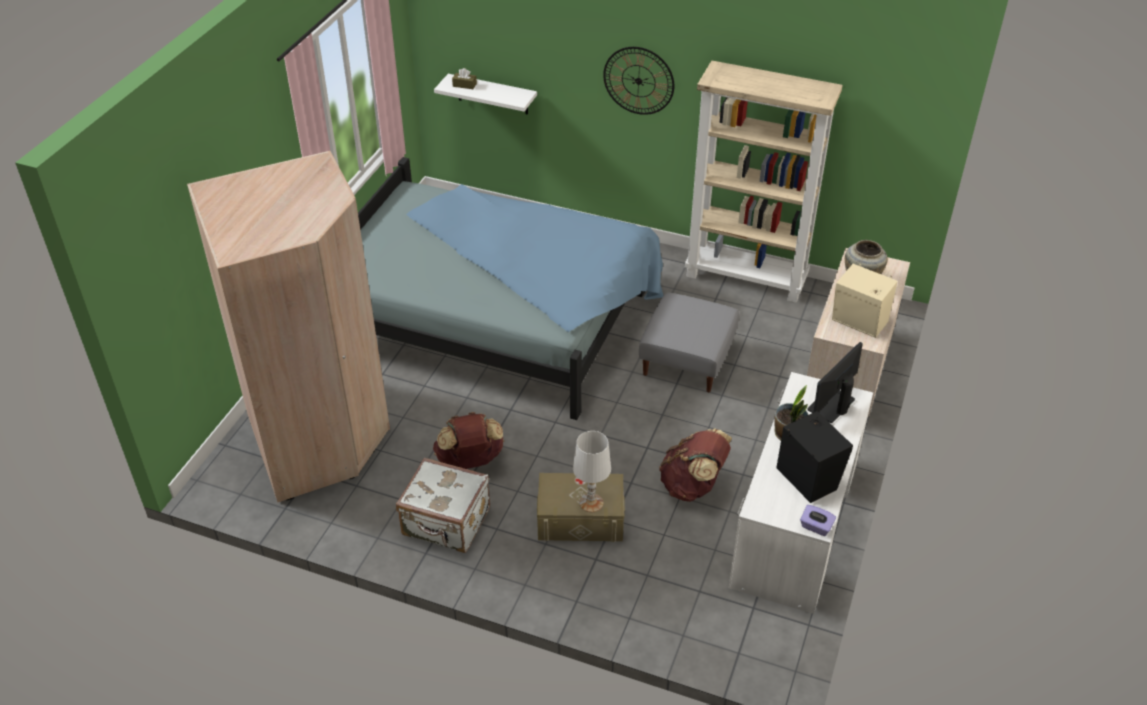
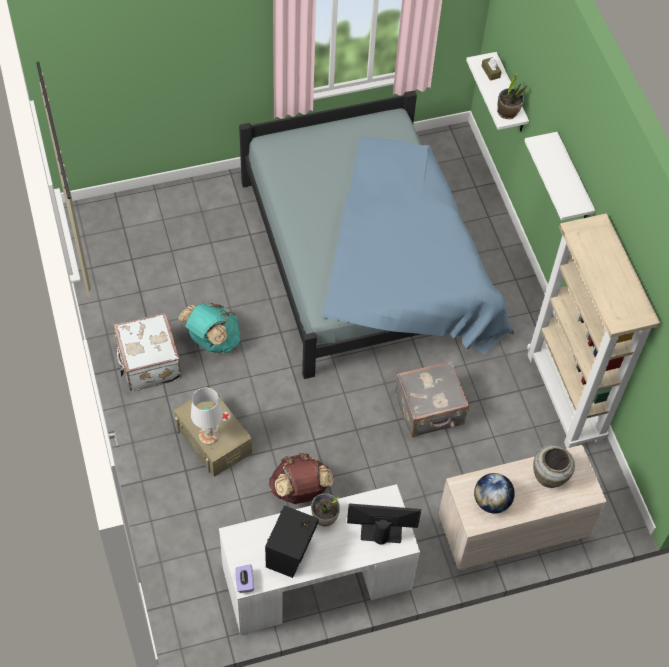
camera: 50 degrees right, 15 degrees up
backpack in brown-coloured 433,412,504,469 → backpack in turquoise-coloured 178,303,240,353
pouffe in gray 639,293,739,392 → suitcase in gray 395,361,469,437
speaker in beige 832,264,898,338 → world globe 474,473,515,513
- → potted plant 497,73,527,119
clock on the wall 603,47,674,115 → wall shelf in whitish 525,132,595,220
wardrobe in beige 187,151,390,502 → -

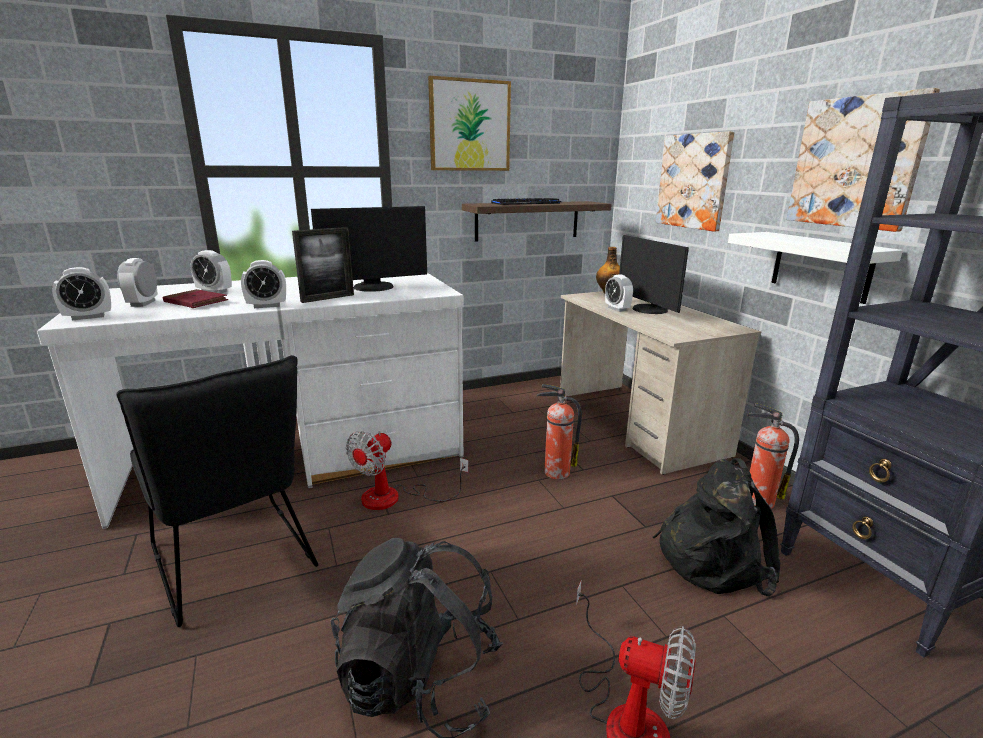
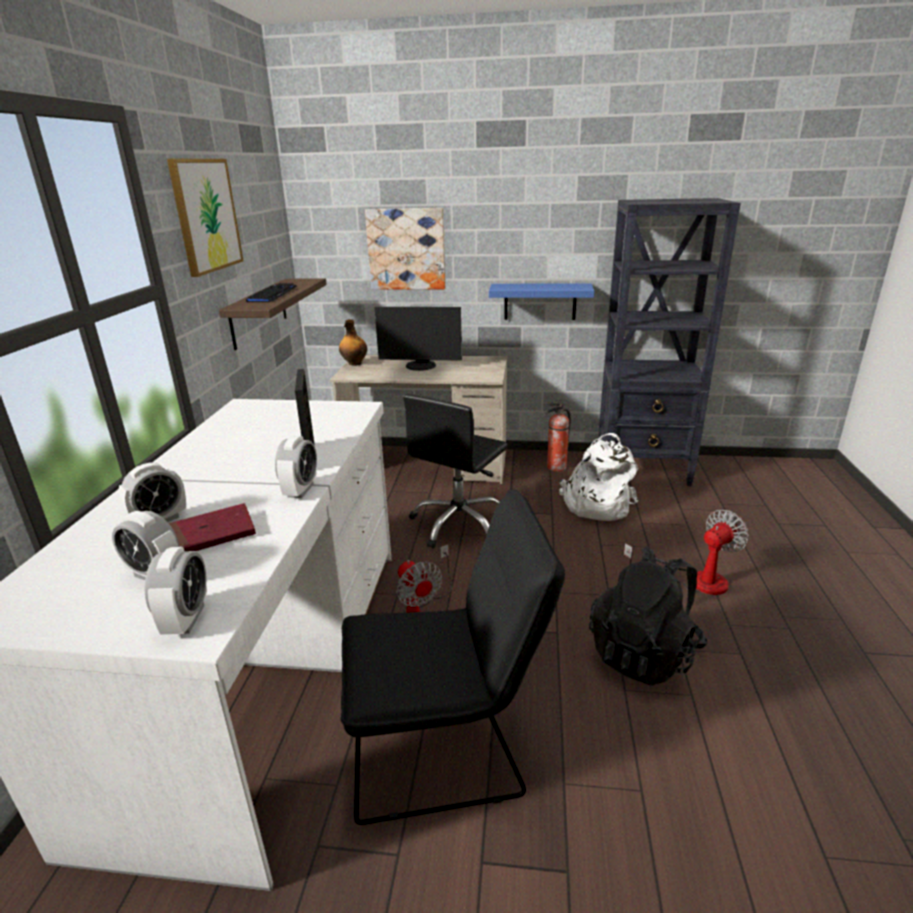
camera: 60 degrees left, 5 degrees up
fire-fighting cylinder 537,384,582,480 → office chair in black-coloured 403,394,508,549
wall shelf in whitish 728,232,903,304 → wall shelf in blue-coloured 489,283,594,320
backpack in black-coloured 653,458,780,596 → backpack in whitish 559,433,639,521
computer display 311,206,427,292 → -
alarm clock 605,274,633,312 → -
wall art 786,88,940,232 → -

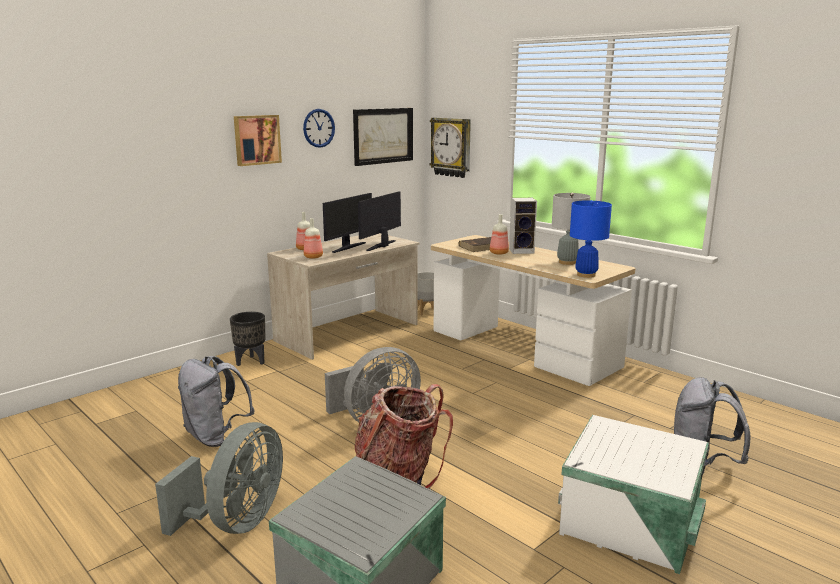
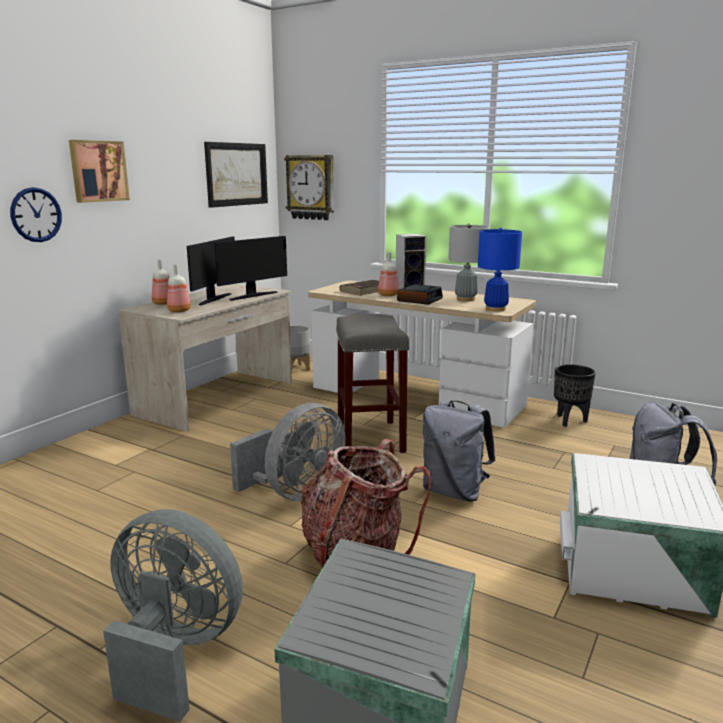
camera: 15 degrees left, 0 degrees up
clock on the wall 303,109,335,148 → clock on the wall 10,187,62,242, move
cooling fan in gray 155,422,283,536 → cooling fan in gray 103,509,243,722, 75 degrees counterclockwise
computer display 358,192,401,251 → computer display 214,236,287,301, 150 degrees counterclockwise
- → stool in gray 336,314,410,453
- → alarm clock 397,284,443,305
backpack in gray 178,356,255,447 → backpack in gray 423,400,495,502, move
flower pot in black-coloured 230,312,266,366 → flower pot in black-coloured 554,364,596,426, move

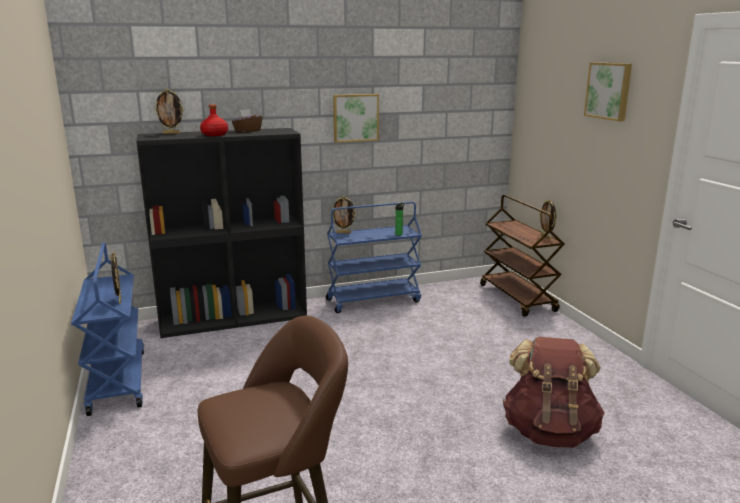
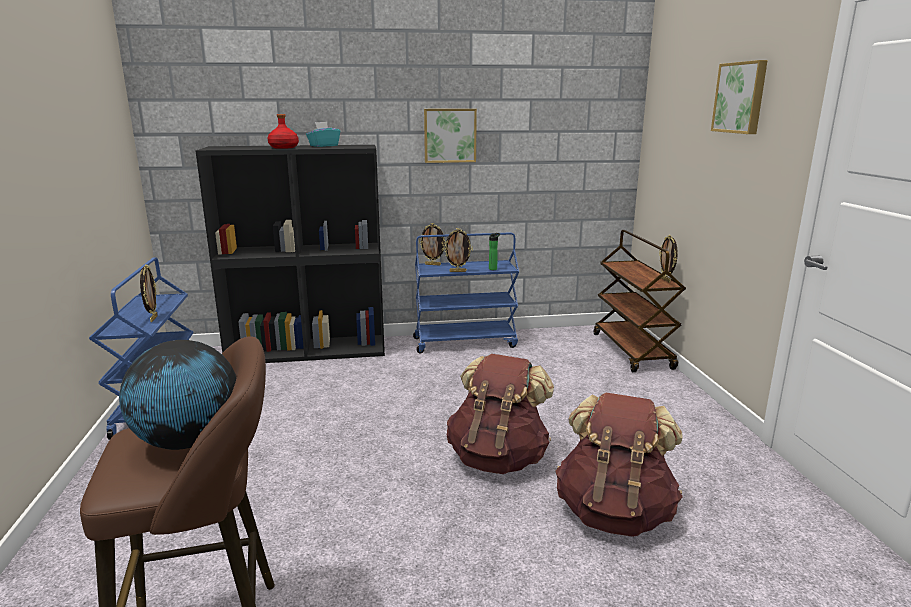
camera: 10 degrees right, 0 degrees up
- → world globe 119,340,236,450
tissue box in brown-coloured 232,109,263,133 → tissue box in turquoise-coloured 306,122,340,147
standing frame 154,89,184,134 → standing frame 443,228,473,272, move
- → backpack in brown-coloured 447,354,554,474

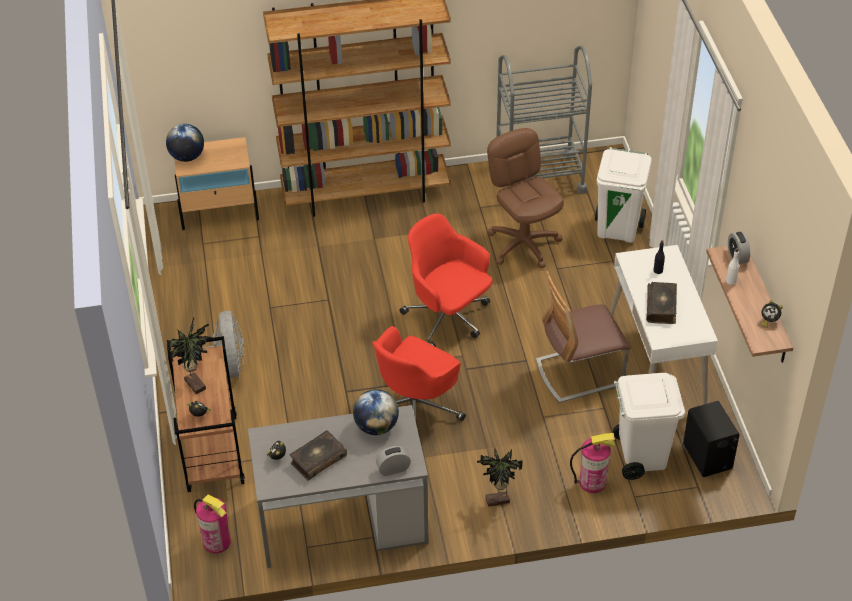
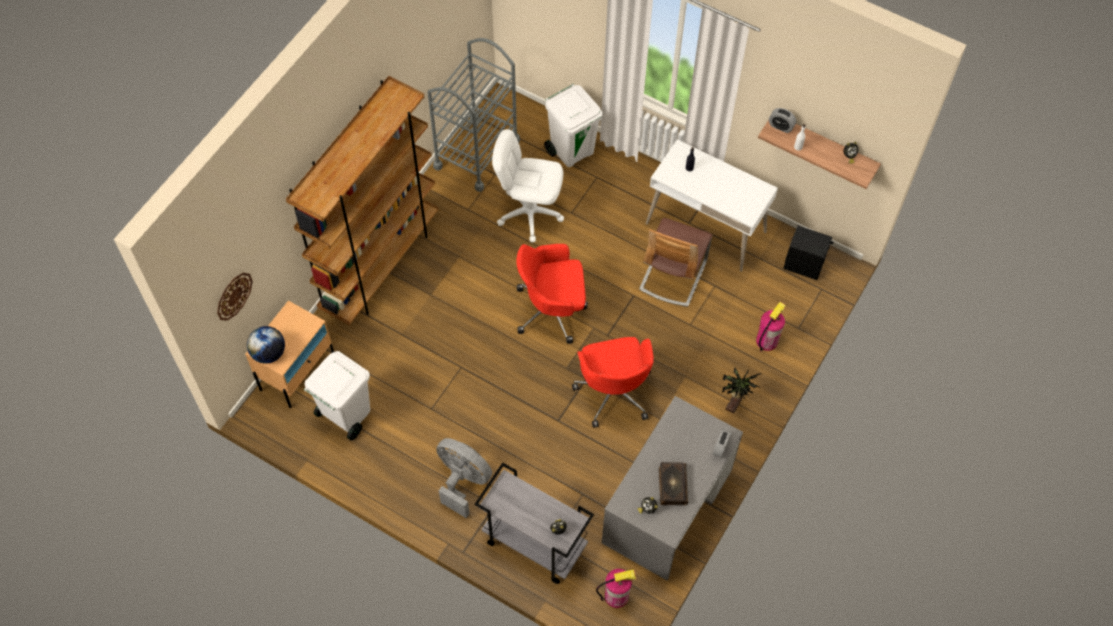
camera: 50 degrees left, 15 degrees up
- → clock on the wall 217,273,253,321
trash can in whitish 613,373,685,480 → trash can in whitish 304,351,370,441, move
cart in brown-coloured 167,336,245,492 → cart in gray 475,462,594,584
office chair in brown-coloured 487,128,564,268 → office chair in whitish 492,129,564,242
potted plant 167,317,212,394 → -
world globe 353,389,399,435 → -
bound book 646,282,677,324 → -

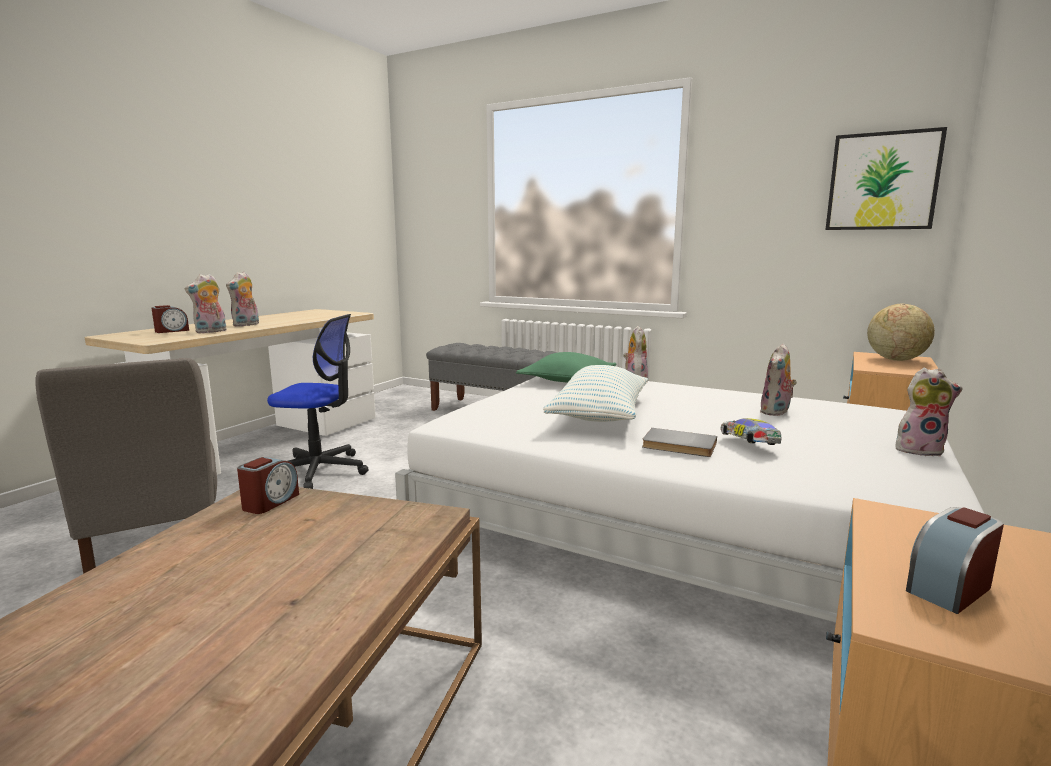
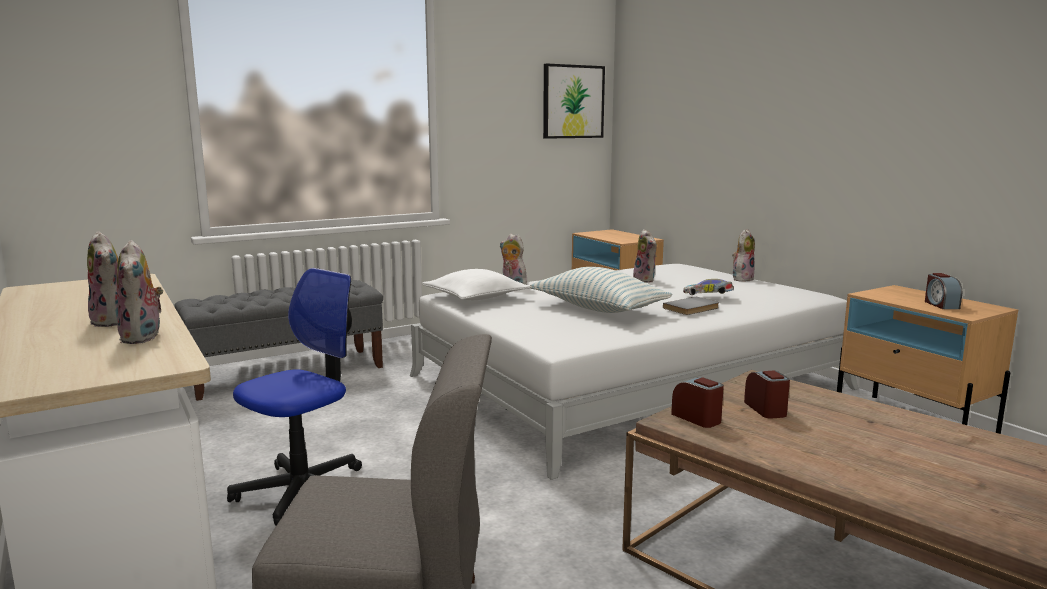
camera: 60 degrees left, 0 degrees up
cushion in greenish 516,352,617,383 → cushion in whitish 422,269,530,300
alarm clock 152,305,189,333 → alarm clock 744,370,790,419, move
world globe 867,304,935,361 → -

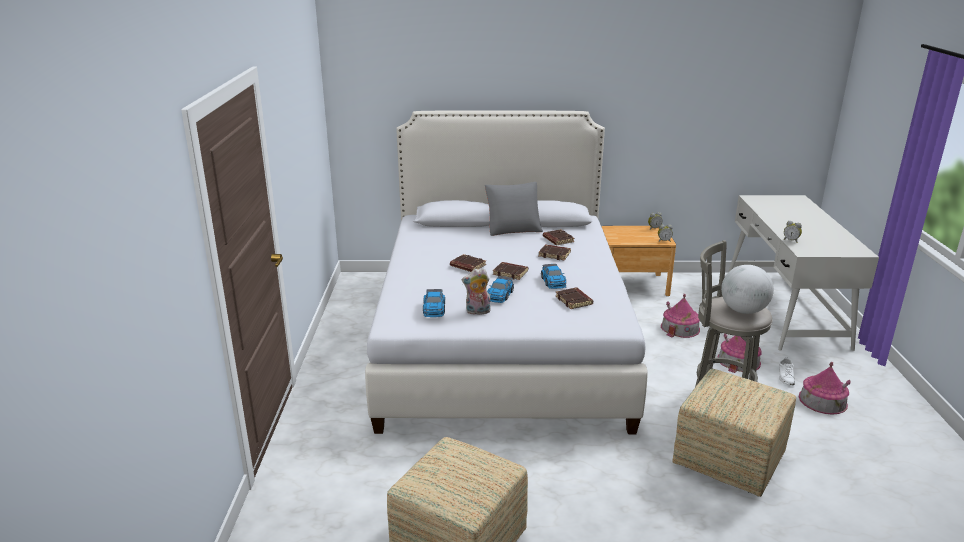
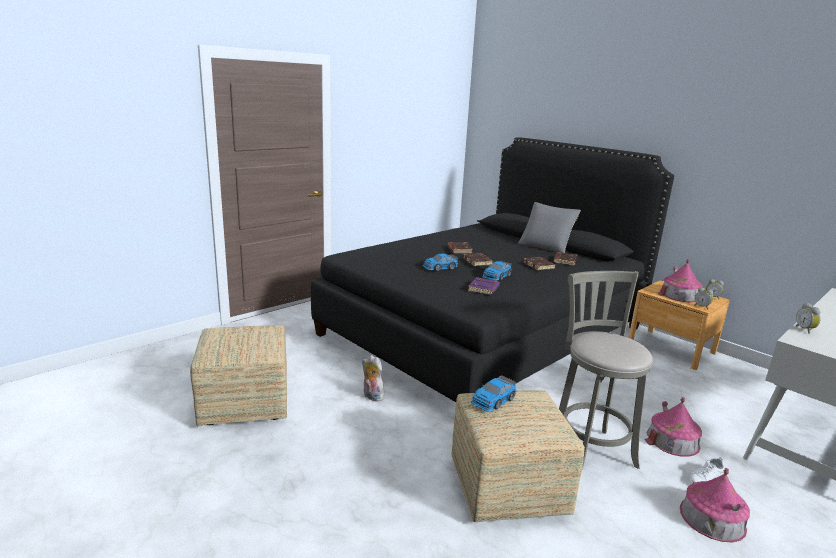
camera: 45 degrees right, 5 degrees down
bedroom bed in whitish 365,111,648,434 → bedroom bed in black-coloured 311,137,674,402
soft toy 462,268,491,315 → soft toy 362,355,384,401, move
bound book in brown-coloured 556,288,593,309 → bound book in purple 468,277,500,295
model car 423,289,445,317 → model car 471,375,517,411, move
miniature house 661,294,700,338 → miniature house 658,259,702,302, move
world globe 721,265,774,314 → -

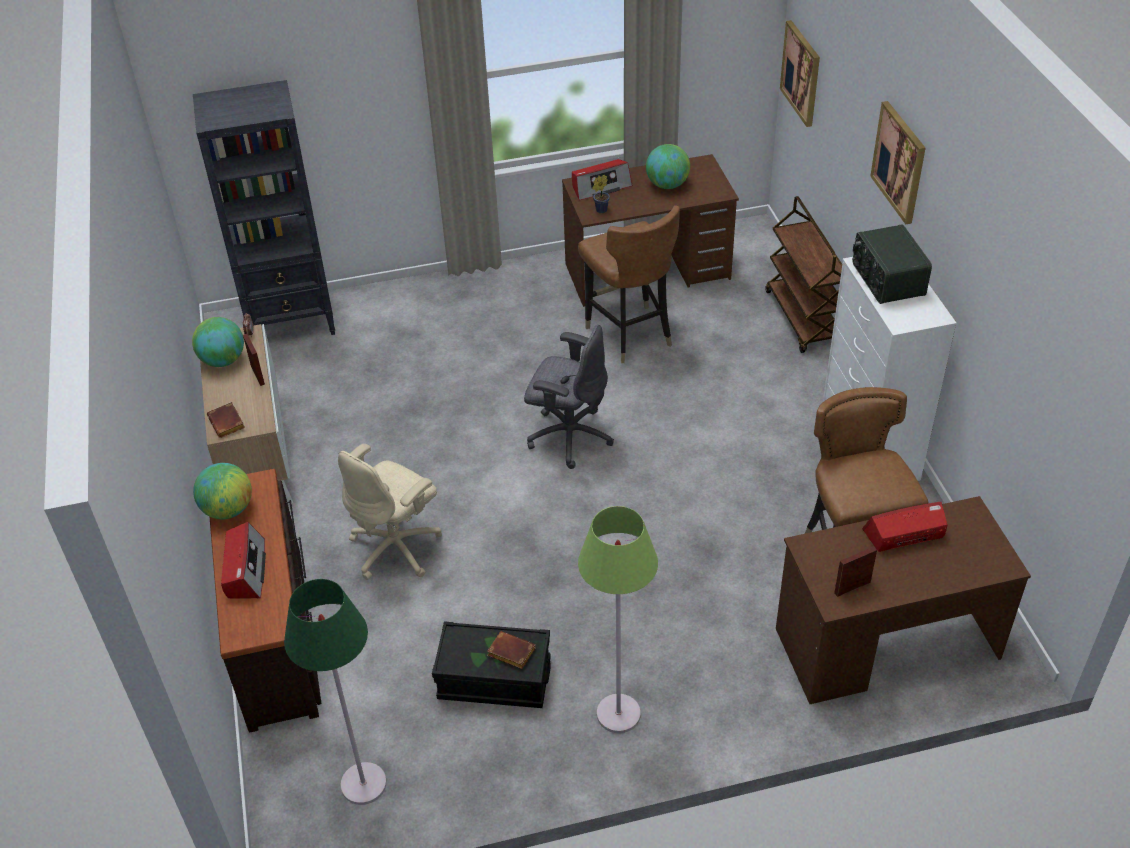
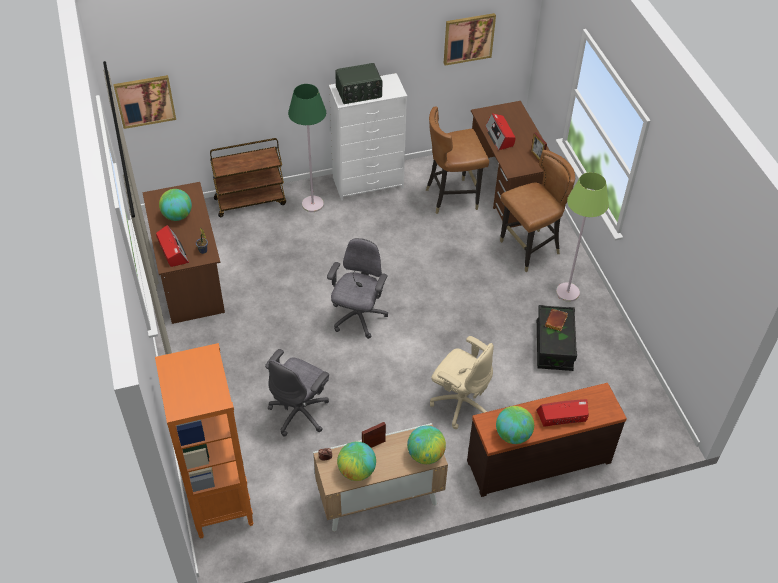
camera: 95 degrees left, 5 degrees up
bookcase in black-coloured 193,80,335,335 → bookcase in orange 155,343,253,539
- → office chair in gray 265,349,329,437
standard lamp in greenish 284,579,387,805 → standard lamp in greenish 288,84,326,212, move
bound book in brown-coloured 207,402,245,438 → world globe 407,425,446,464
wall art 870,101,926,224 → wall art 444,13,496,66, move
chair in brown-coloured 578,205,680,363 → chair in brown-coloured 500,150,575,272, move

